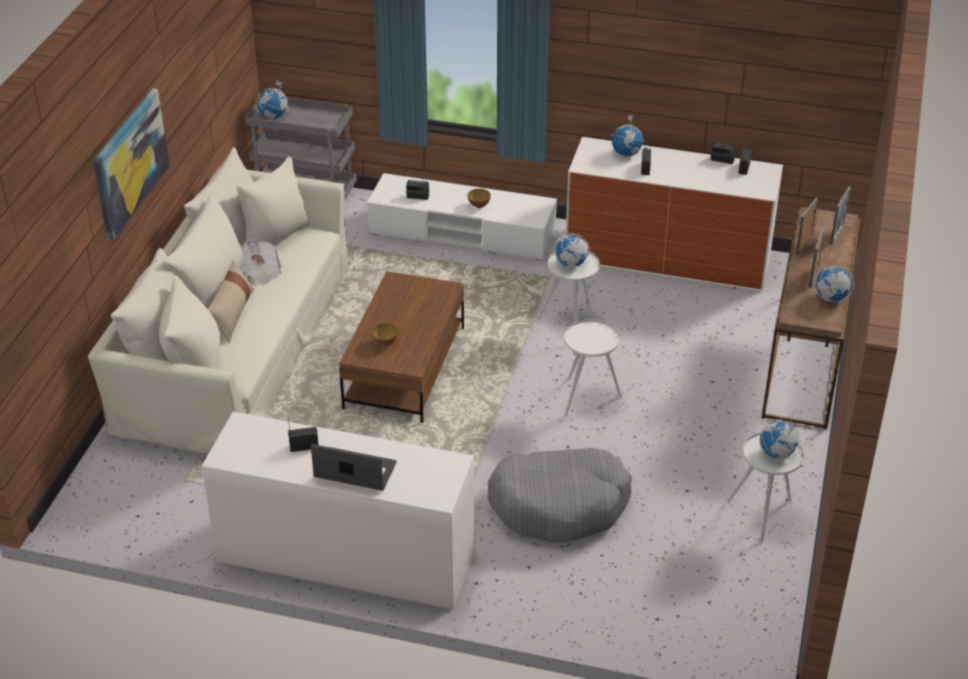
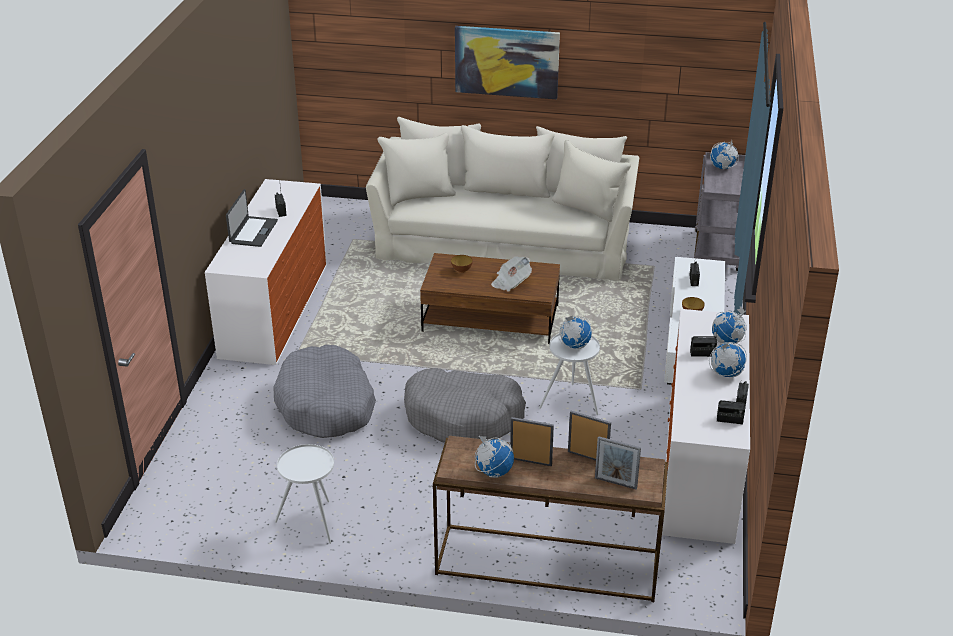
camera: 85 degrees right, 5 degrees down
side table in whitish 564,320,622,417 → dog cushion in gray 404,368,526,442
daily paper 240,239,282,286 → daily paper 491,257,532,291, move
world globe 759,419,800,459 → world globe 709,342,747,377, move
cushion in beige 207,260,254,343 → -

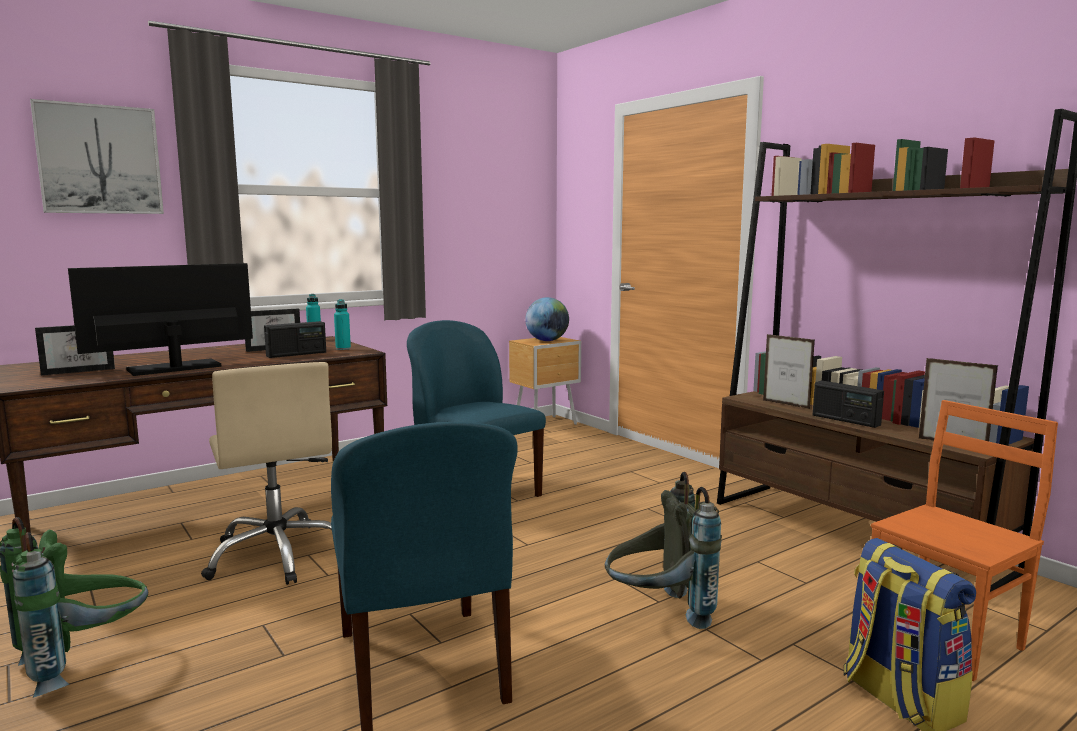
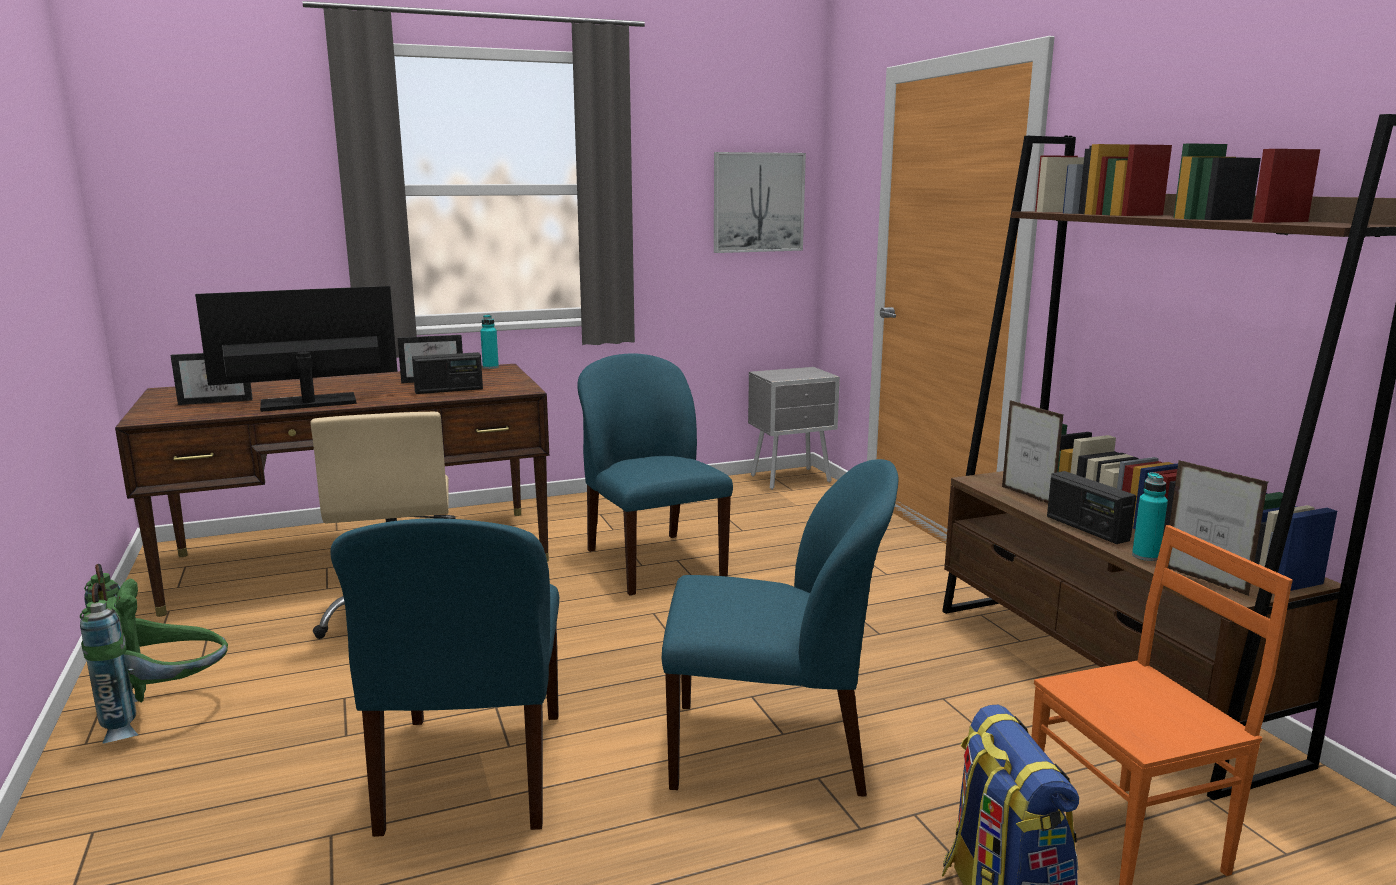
camera: 15 degrees right, 5 degrees up
backpack in gray 605,472,722,629 → chair in blue-coloured 662,459,899,797
wall art 30,99,164,214 → wall art 714,152,806,253, move
bedside table in brown-coloured 509,337,581,425 → bedside table in gray 748,367,840,490
drink bottle in turquoise-coloured 334,299,351,350 → drink bottle in turquoise-coloured 1132,472,1168,561, move
world globe 525,297,569,341 → -

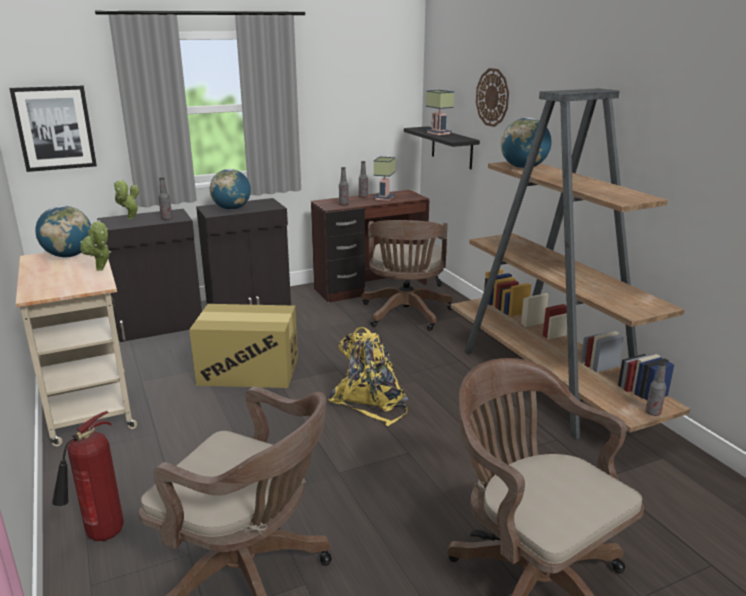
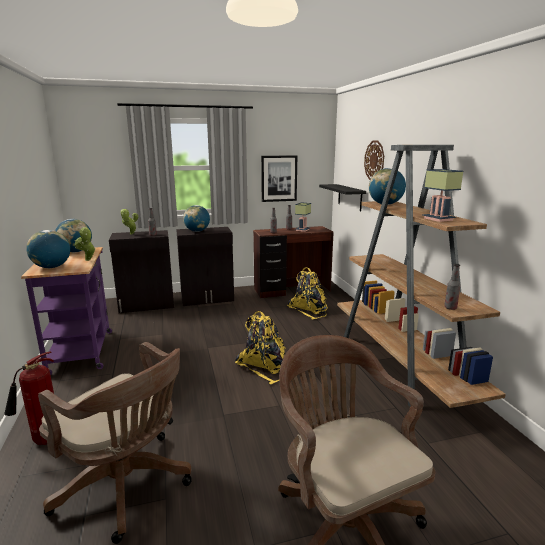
camera: 10 degrees right, 5 degrees down
cart in beige 16,252,137,446 → cart in purple 21,247,112,375
- → world globe 26,230,70,268
wall art 9,85,97,172 → wall art 261,155,297,202, move
office chair in brown-coloured 361,220,453,331 → backpack in yellow-coloured 287,267,328,320
table lamp 426,90,454,135 → table lamp 423,169,463,222, move
drink bottle 646,361,667,416 → drink bottle 444,264,460,310, move
cardboard box 189,304,298,388 → -

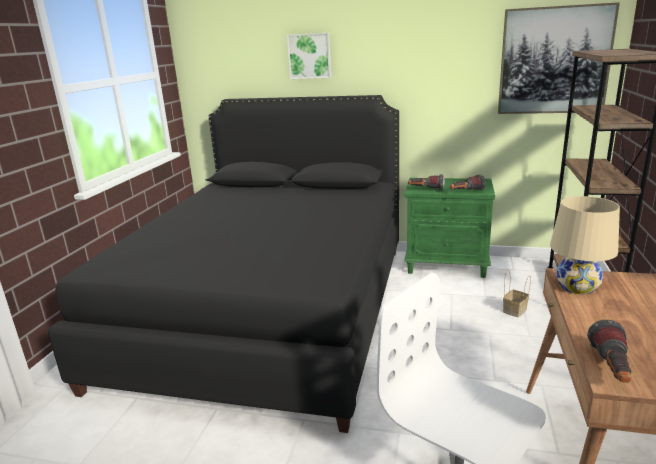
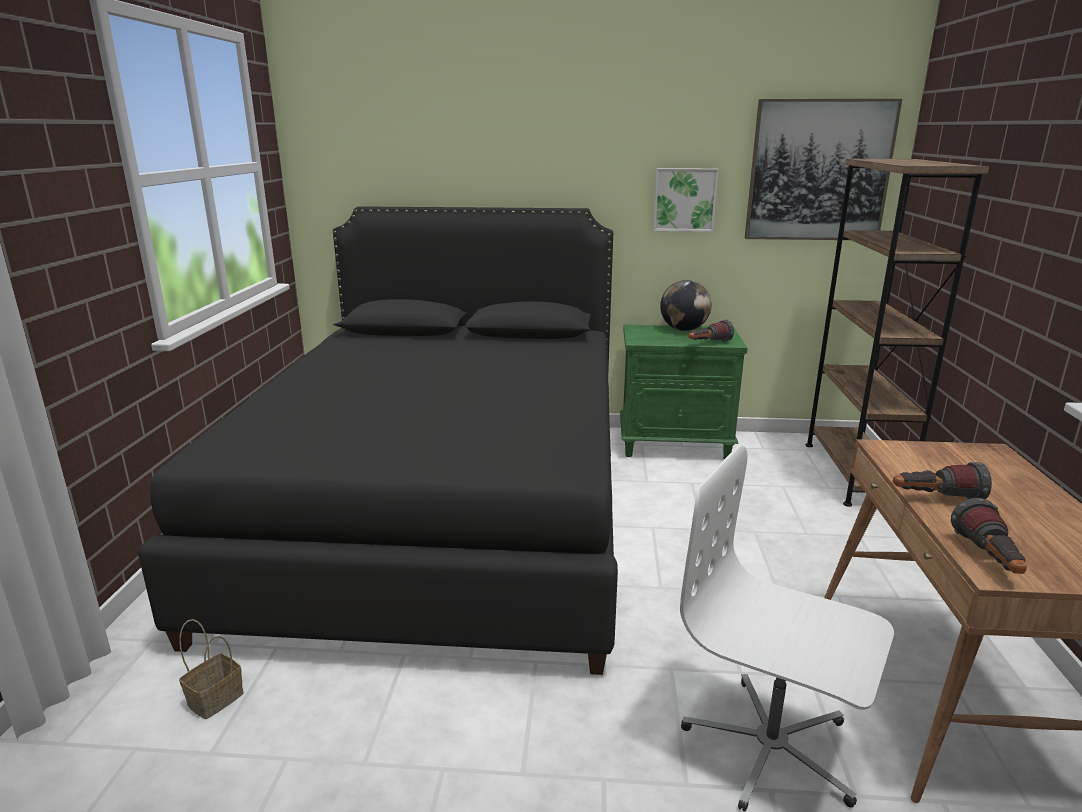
camera: 10 degrees left, 0 degrees up
household basket 503,270,531,317 → household basket 179,619,244,719, move
wall art 287,33,331,79 → wall art 653,168,719,232, move
- → world globe 660,280,711,331
hand torch 408,174,445,190 → hand torch 893,462,992,499, move
table lamp in beige 550,196,620,294 → -

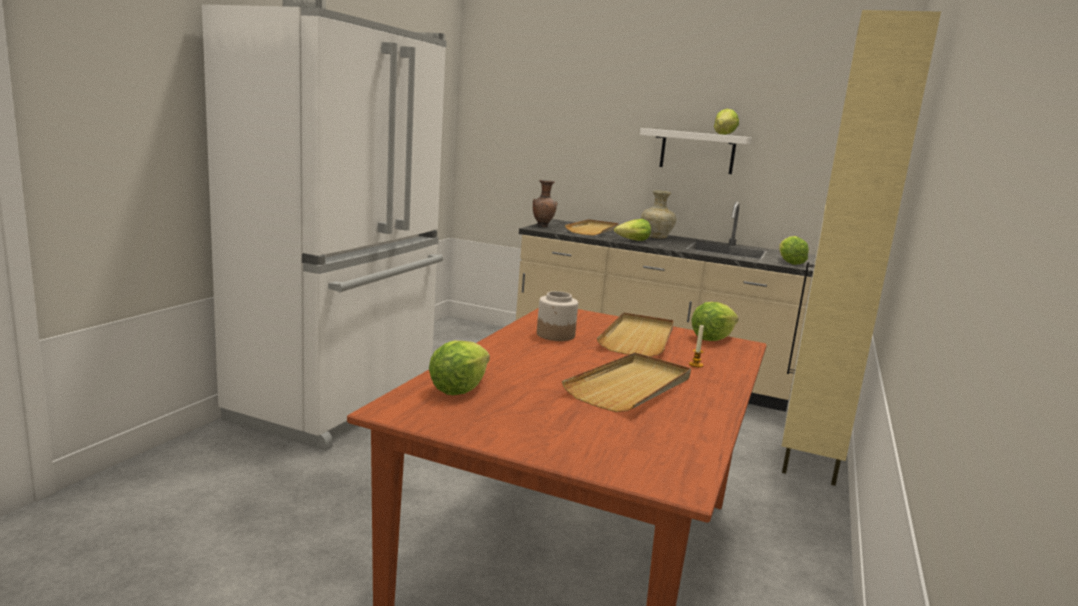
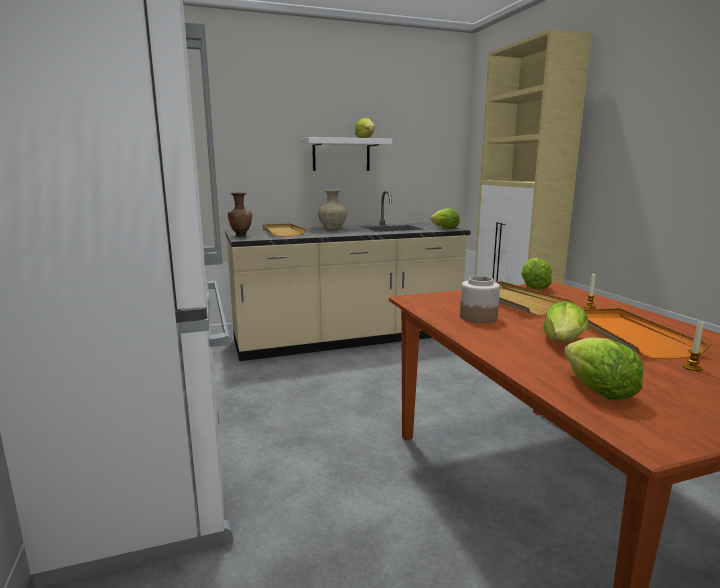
camera: 40 degrees left, 0 degrees up
lettuce 614,219,651,241 → lettuce 543,301,589,342, move
tray in beige 562,353,691,412 → tray in orange 583,308,710,359
- → wax light 683,322,704,371

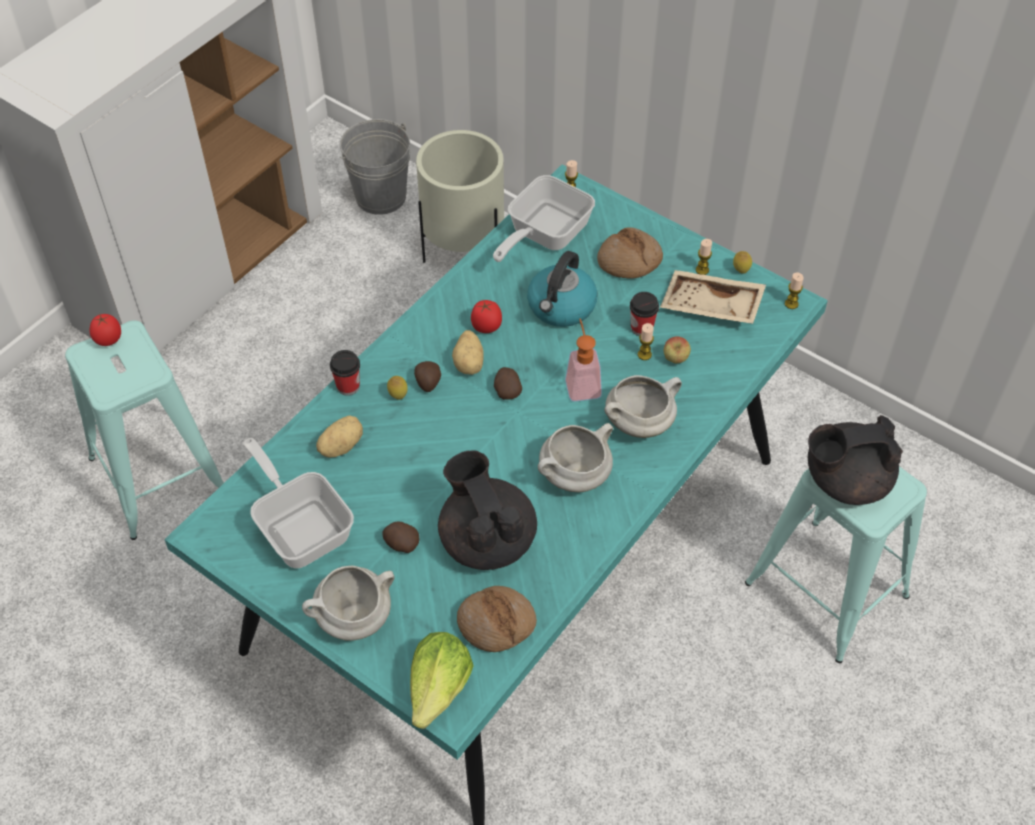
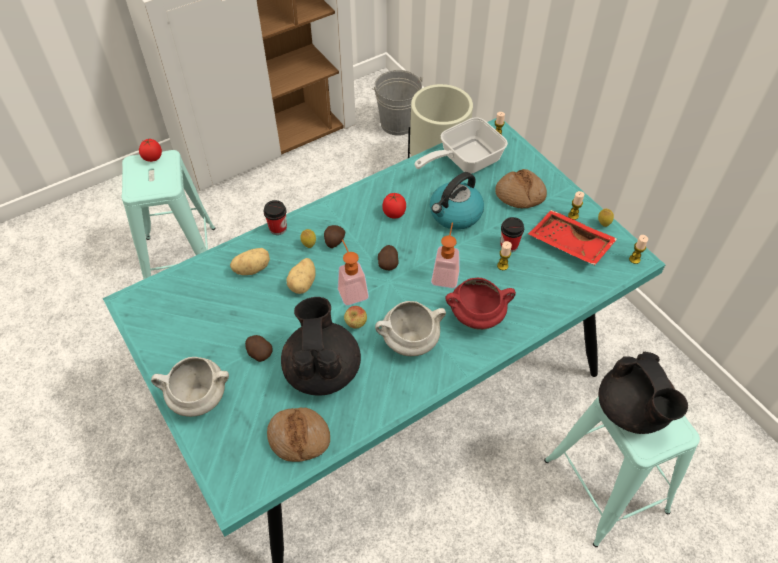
camera: 20 degrees right, 0 degrees up
whole potato 452,330,484,375 → whole potato 287,258,316,294, move
- → soap bottle 338,239,369,306
apple 664,337,691,363 → apple 344,306,367,329, move
saucepot in whitish 604,375,682,438 → saucepot in reddish 446,278,516,330
tray in beige 660,270,766,324 → tray in reddish 528,210,617,265
teapot in black-coloured 808,415,903,505 → teapot in black-coloured 599,352,688,434, 120 degrees counterclockwise
skillet 242,438,354,568 → -
lettuce 410,632,474,729 → -

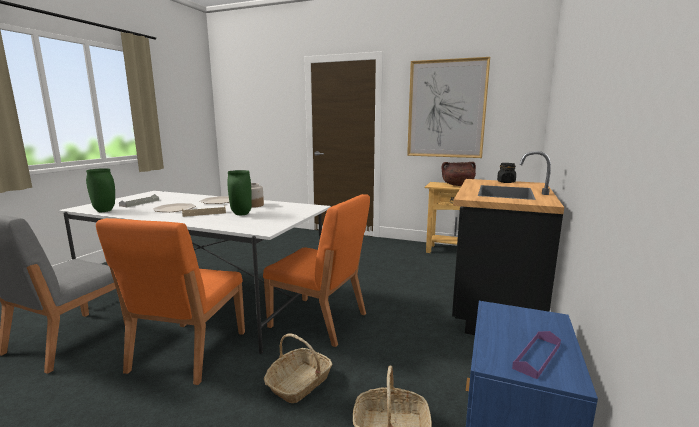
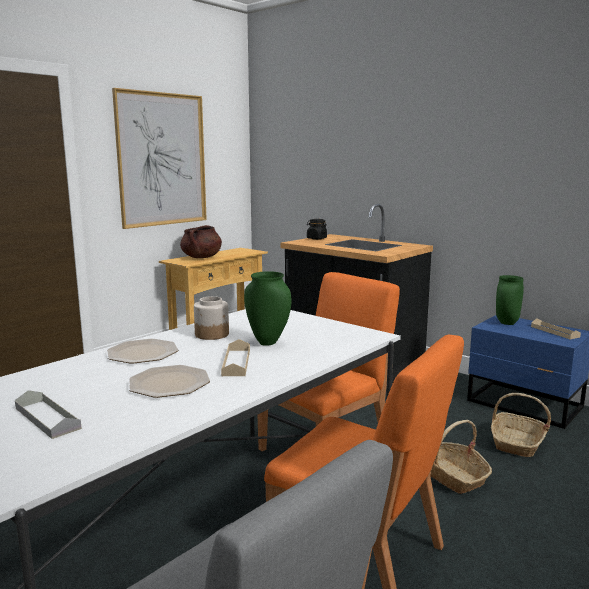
camera: 70 degrees left, 0 degrees up
vase in greenish 86,168,115,212 → vase in greenish 496,275,524,325, move
tray in purple 512,331,561,379 → tray in beige 531,318,581,339

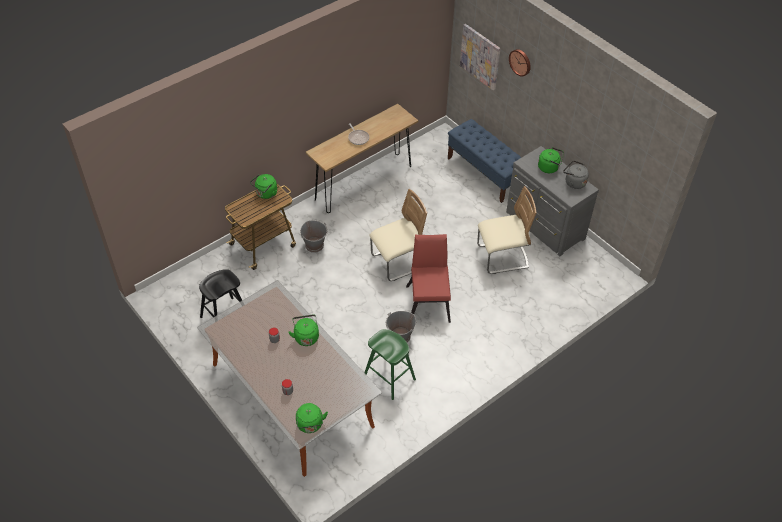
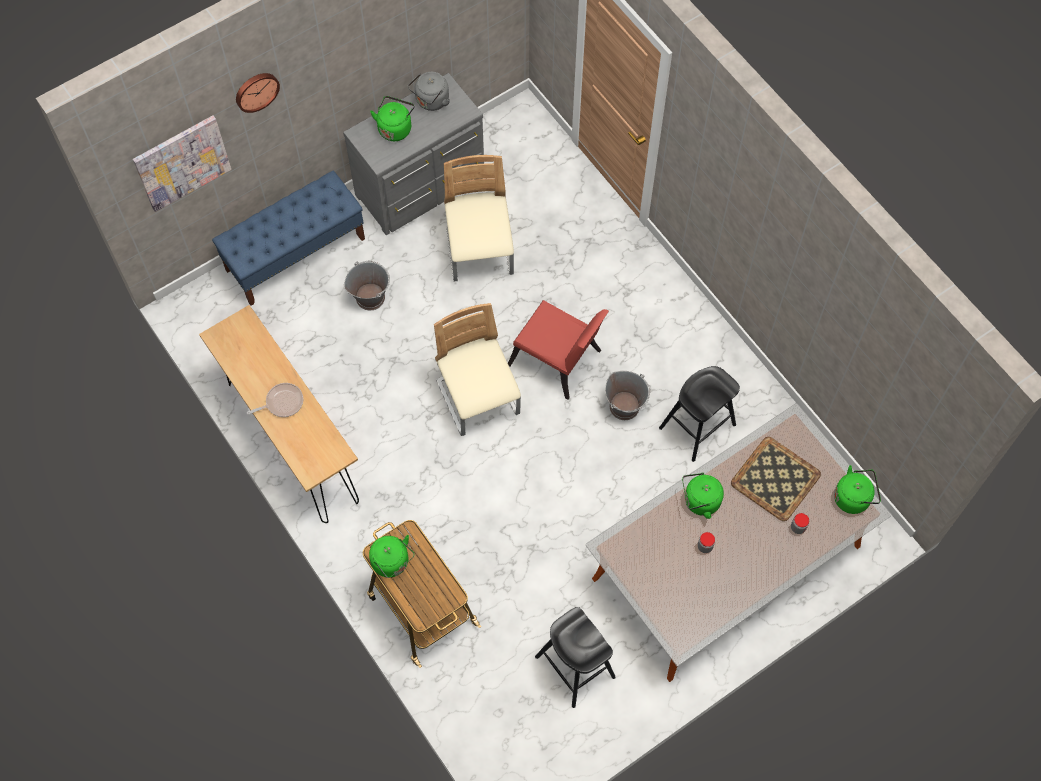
camera: 85 degrees left, 15 degrees up
bucket in gray 300,220,328,253 → bucket in gray 344,261,390,310, move
chair in reddish 406,234,451,323 → chair in reddish 508,300,609,400, 150 degrees counterclockwise
stool in greenish 364,329,416,400 → stool in black-coloured 659,366,740,462
- → tray 731,437,821,521

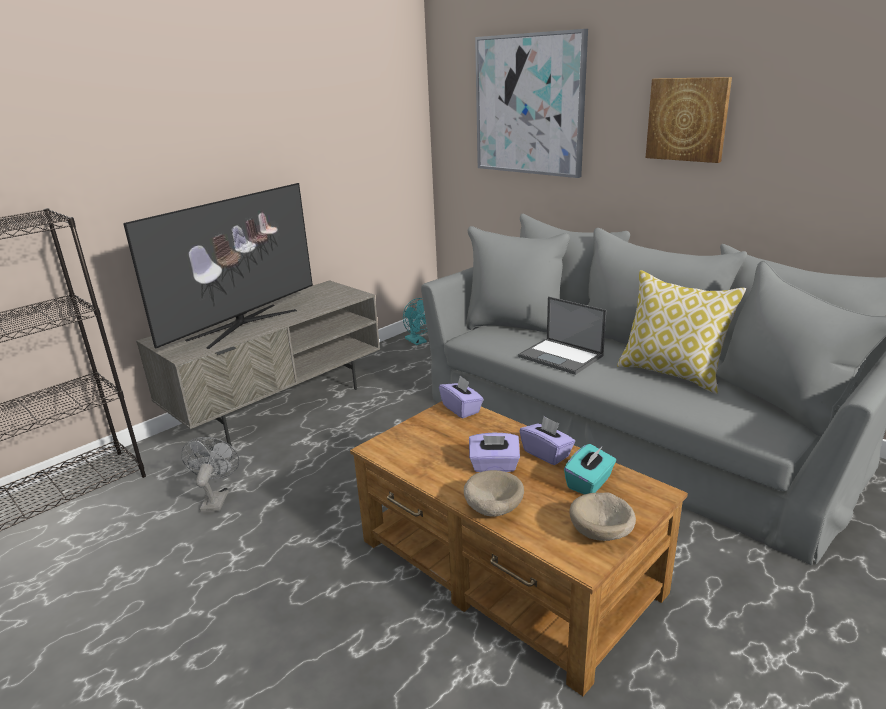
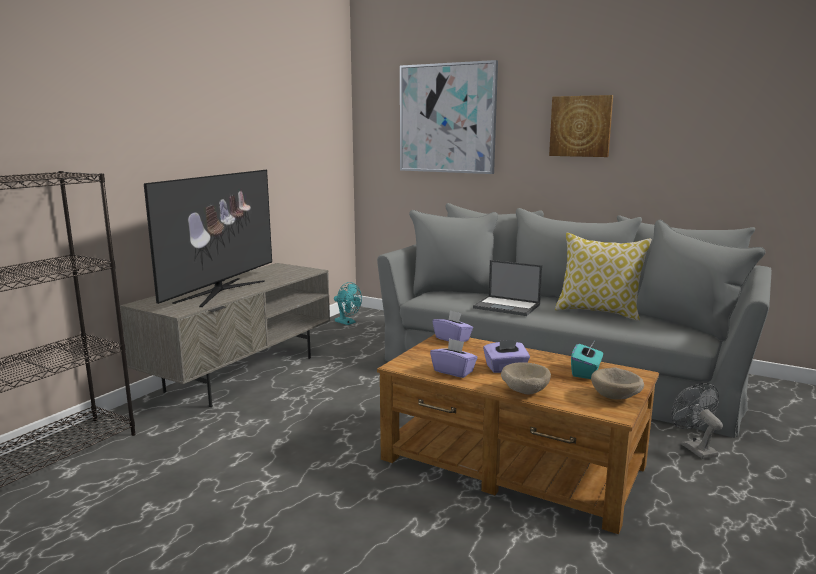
camera: 15 degrees left, 10 degrees down
tissue box in purple 519,416,575,465 → tissue box in purple 430,338,478,378, move
cooling fan in gray 181,437,239,512 → cooling fan in gray 671,383,723,459, move

